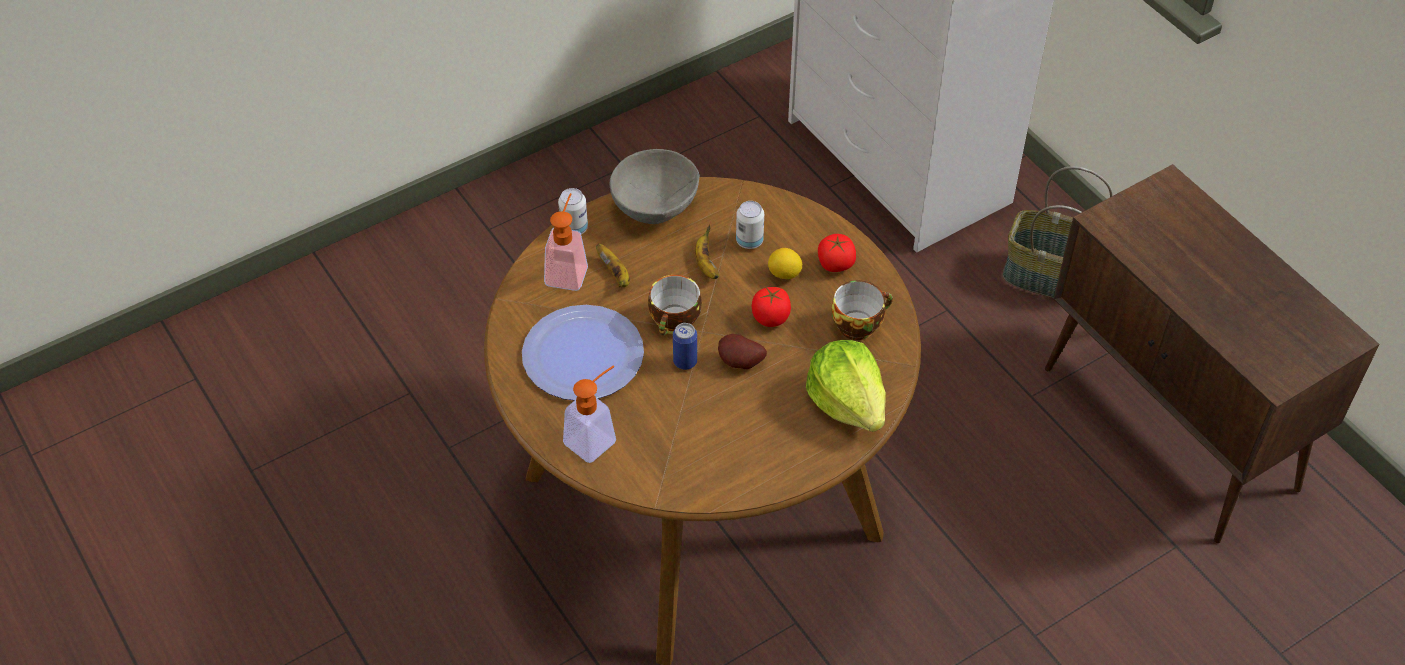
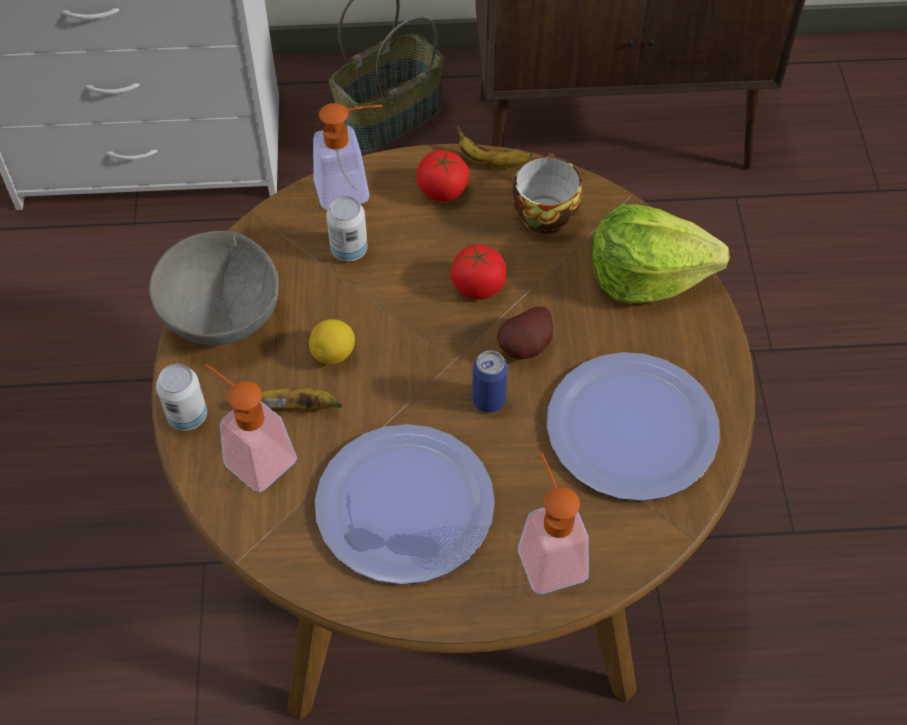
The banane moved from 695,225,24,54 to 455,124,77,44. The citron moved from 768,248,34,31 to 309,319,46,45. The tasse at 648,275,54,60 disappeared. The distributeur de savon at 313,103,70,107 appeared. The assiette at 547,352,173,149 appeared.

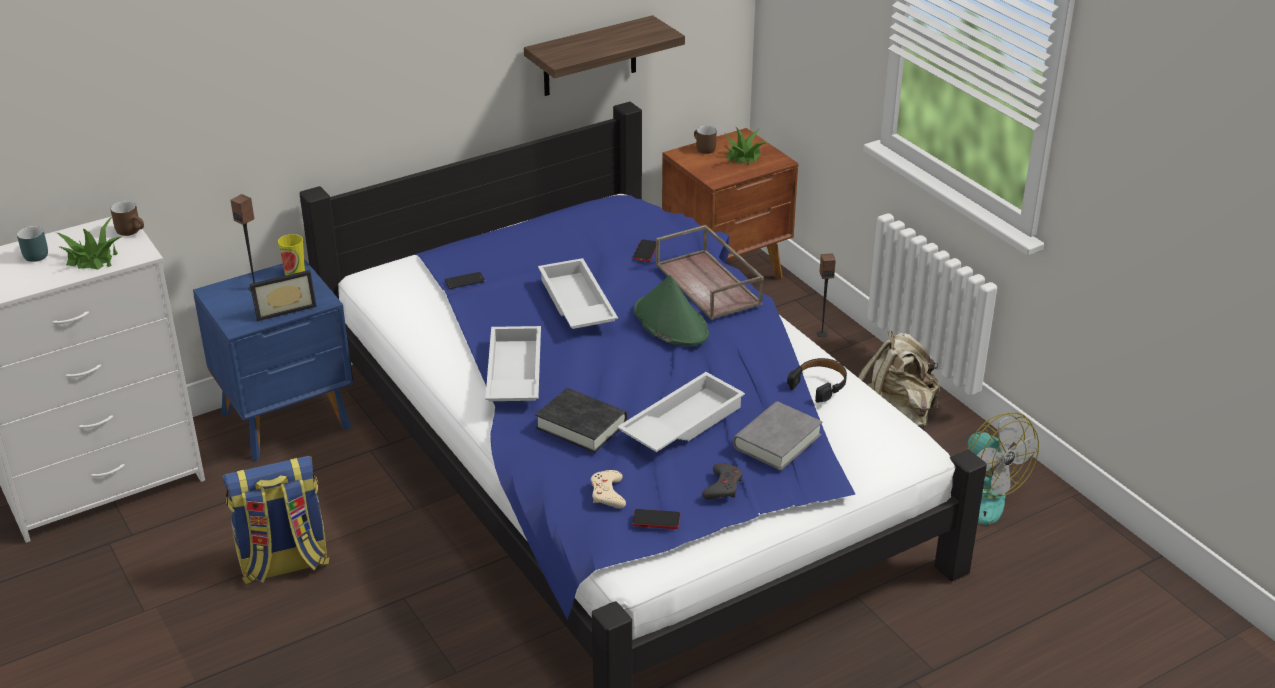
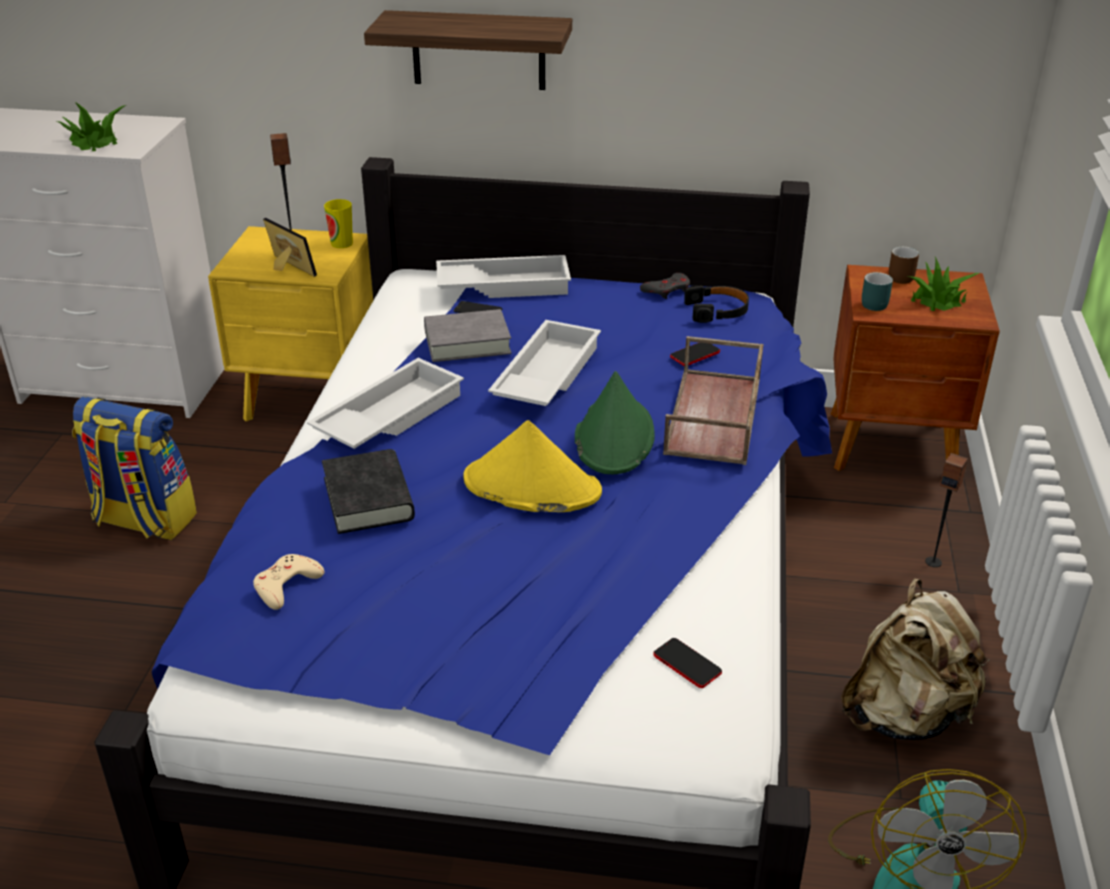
The étagère moved from 524,15,161,81 to 364,10,208,80. The mug [marron] at 110,201,34,35 disappeared. The mug [turquoise] moved from 17,226,31,36 to 862,272,31,39. The table de chevet [bleu] at 193,259,160,202 became the table de chevet [jaune] at 208,226,165,195. The cadre photo at 250,270,67,51 turned 150 degrees counterclockwise. The casque audio [noir] moved from 787,358,60,45 to 684,285,65,38. The plateau [blanc] moved from 617,372,128,80 to 436,255,135,43. The livre [gris] moved from 733,401,89,70 to 424,309,87,53. The manette [gris] moved from 702,463,41,36 to 640,273,50,26. The téléphone moved from 632,509,49,20 to 653,638,69,50. The chapeau [jaune] at 464,420,138,92 appeared.

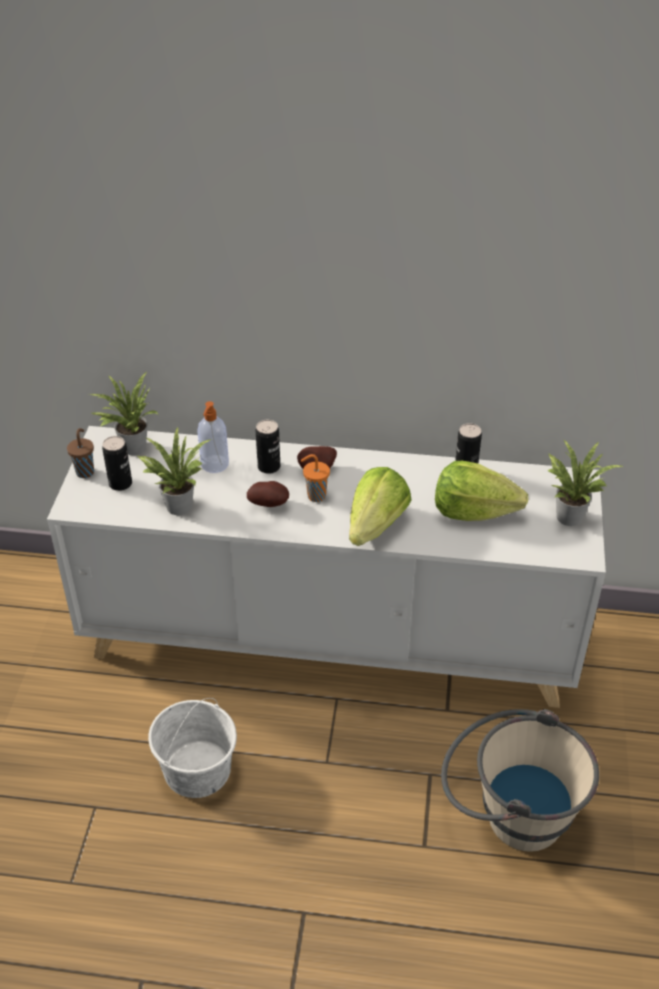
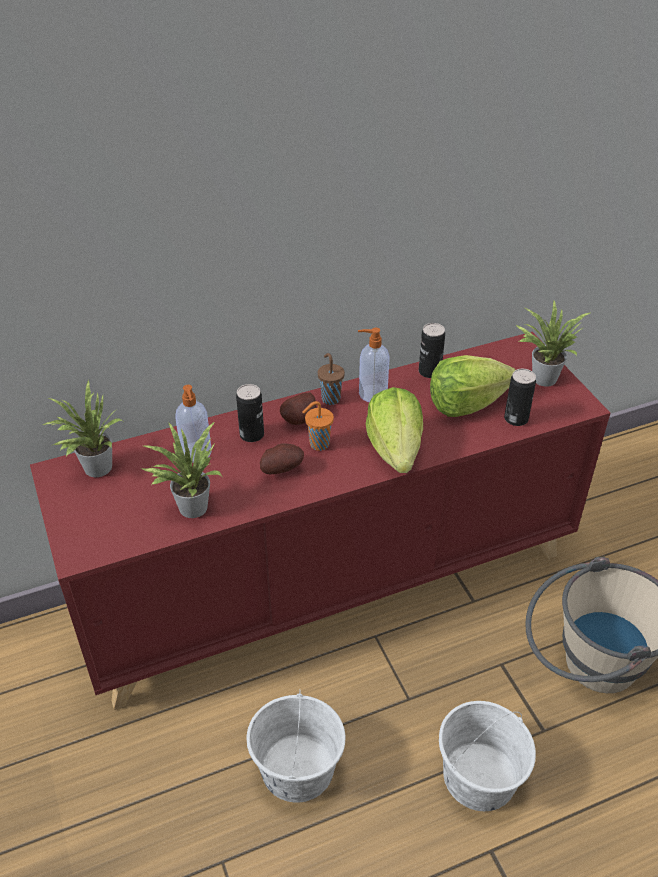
The meuble de rangement [blanc] at 47,426,559,282 became the meuble de rangement [rouge] at 30,332,581,378. The tasse [marron] moved from 67,428,27,50 to 318,353,27,52. The boîte métallique moved from 102,436,30,55 to 504,369,32,57. The distributeur de savon at 358,328,32,74 appeared. The seau [blanc] at 439,701,97,110 appeared.

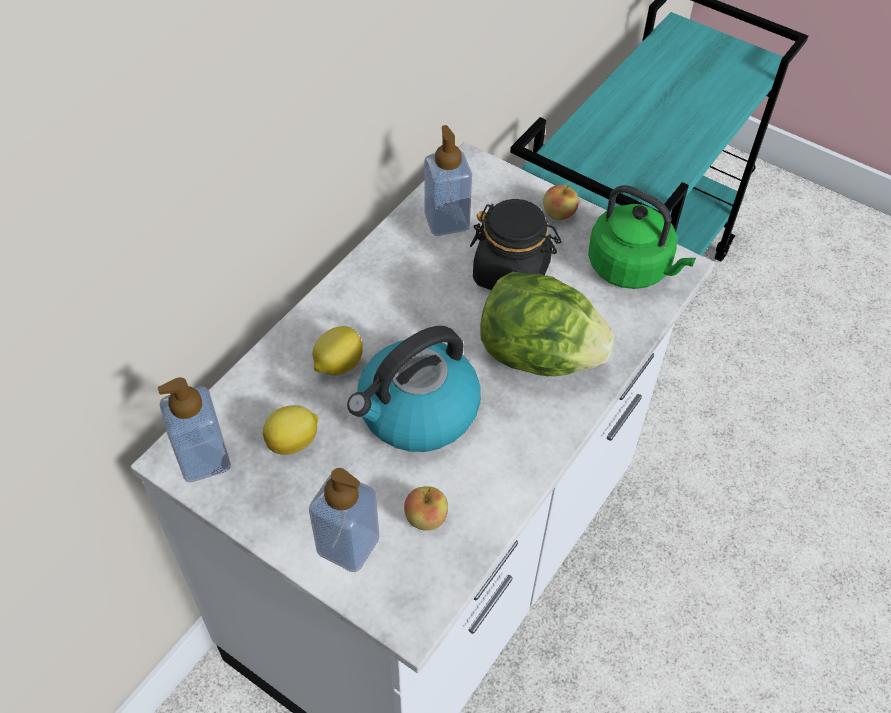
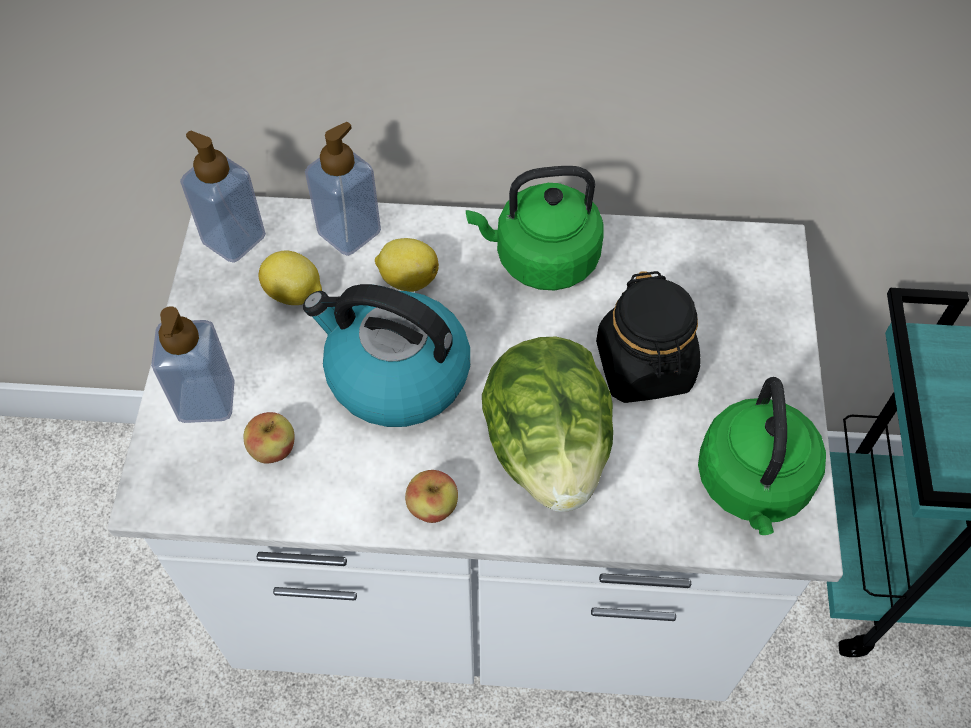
The distributeur de savon moved from 424,125,48,111 to 305,122,76,134. The pomme moved from 543,184,36,36 to 405,470,53,53. The bouilloire [vert] at 466,166,138,124 appeared.

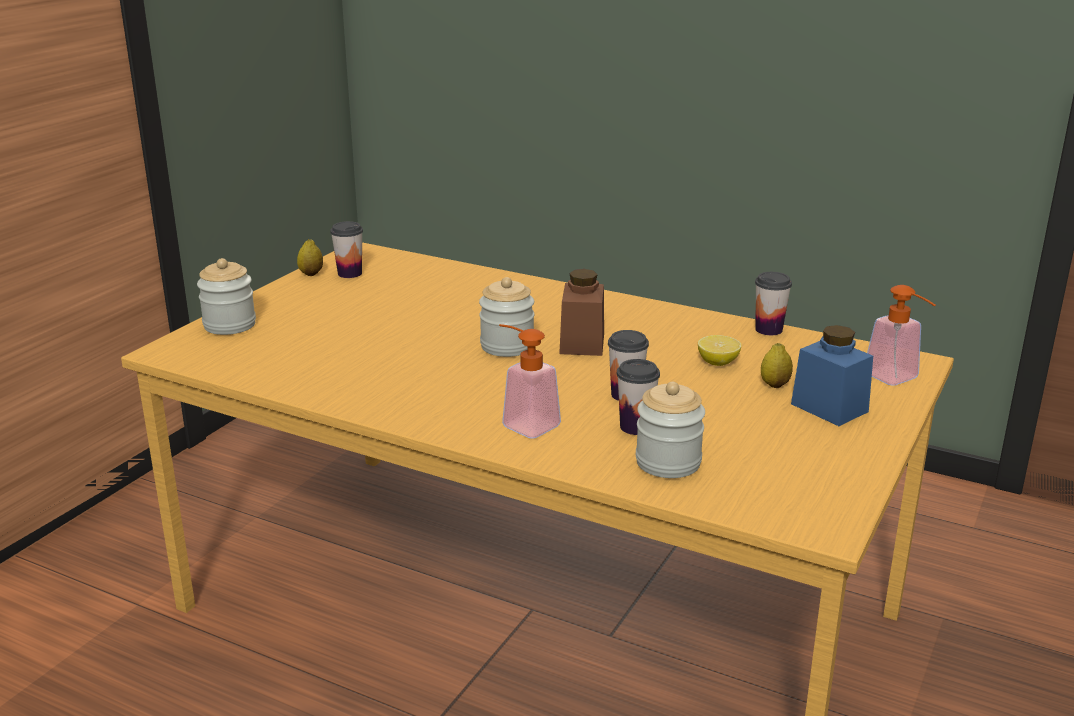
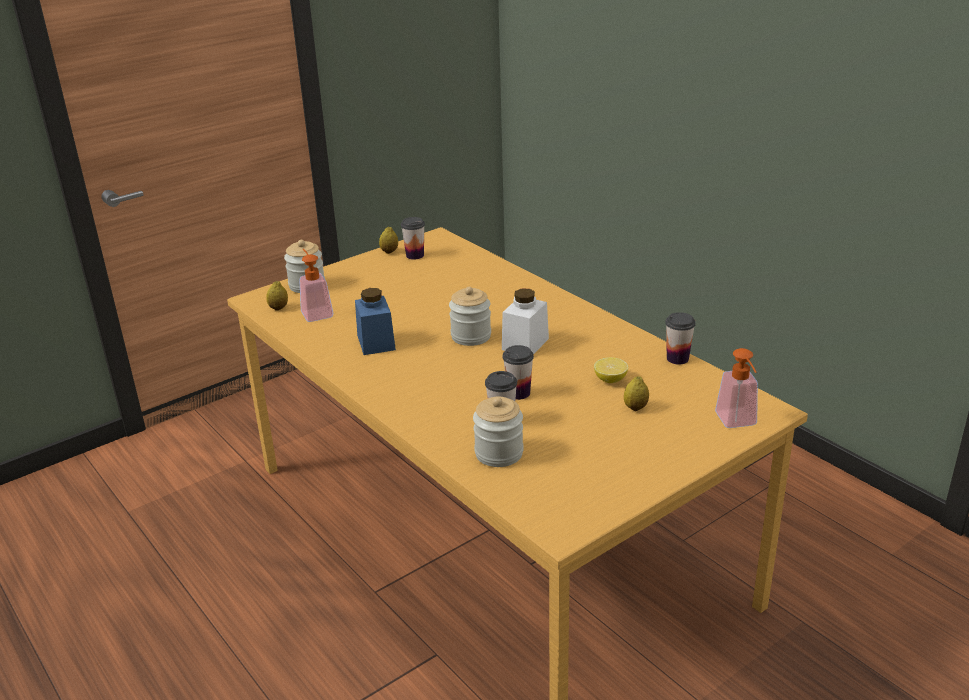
The bocal [marron] at 559,269,45,87 became the bocal [blanc] at 502,289,47,65. The distributeur de savon moved from 499,324,62,115 to 299,249,35,73. The bocal [bleu] moved from 791,325,82,101 to 355,288,41,67. The citron at 266,281,22,30 appeared.

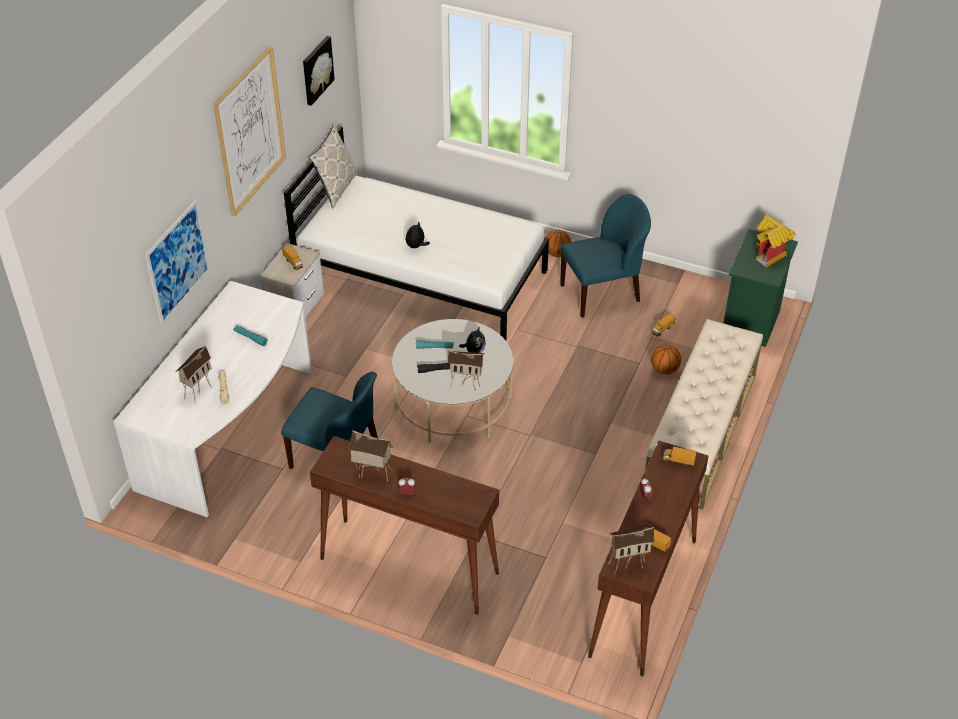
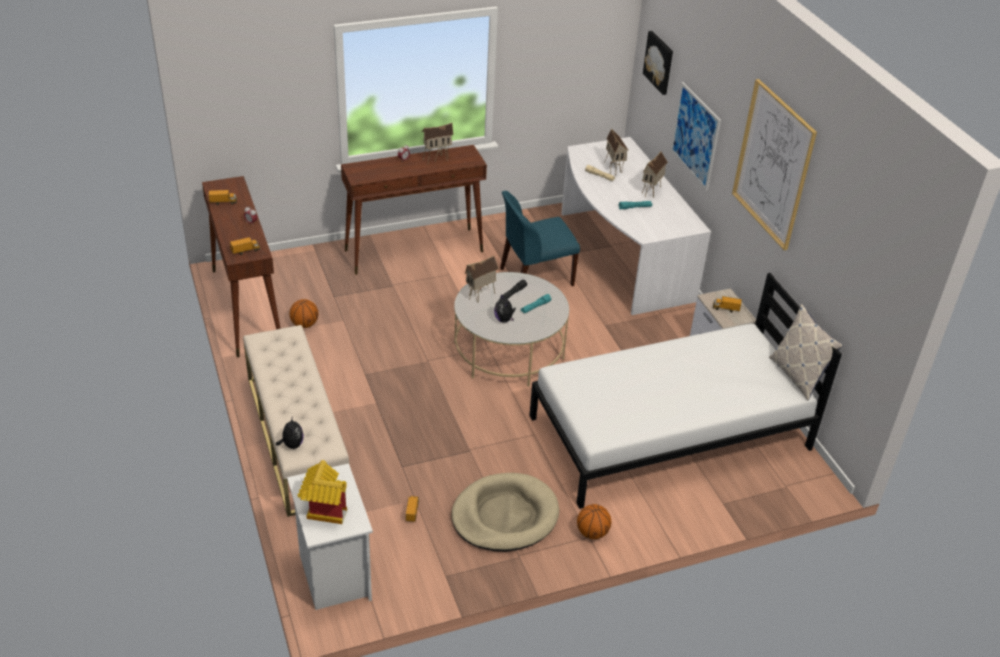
The tableau moved from 303,36,32,70 to 643,31,30,64. The chaise [bleu] at 560,194,91,124 was replaced by the panier pour chien [beige] at 451,473,108,79. The peluche moved from 406,222,24,26 to 276,416,28,33. The table de chevet [vert] at 724,229,74,118 became the table de chevet [blanc] at 287,464,86,146. The ballon de basket moved from 651,344,30,31 to 290,299,28,29. The maison miniature moved from 608,524,46,51 to 642,152,26,45.

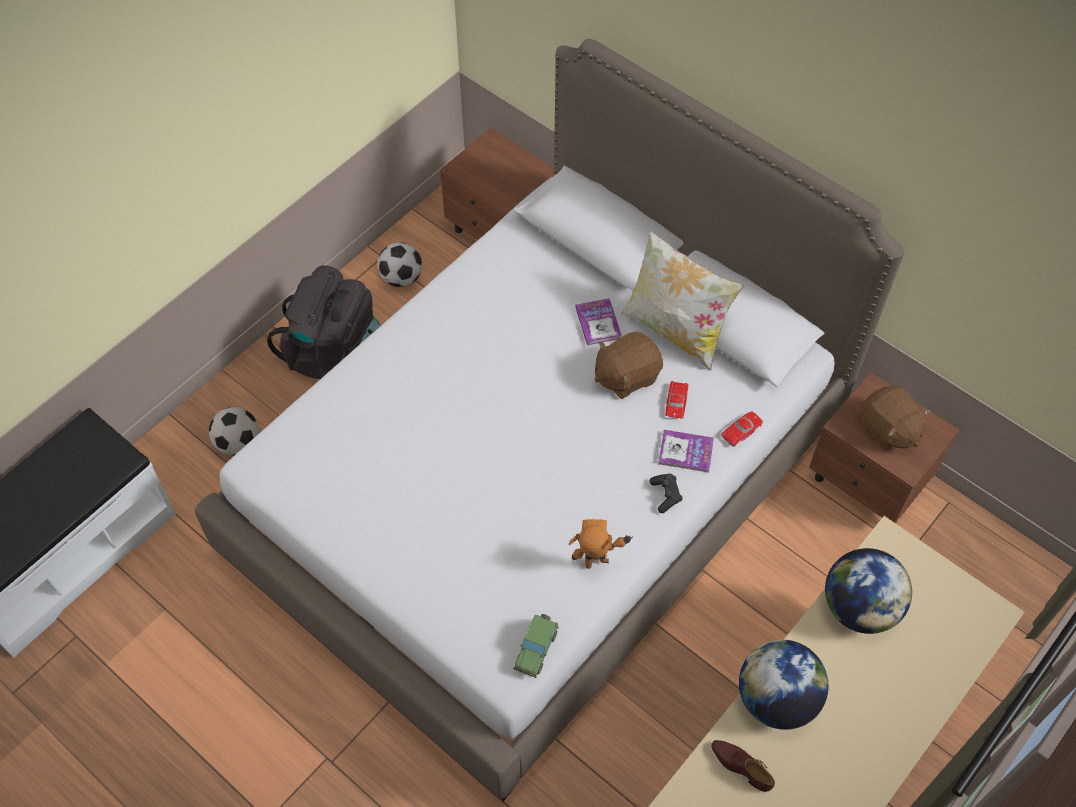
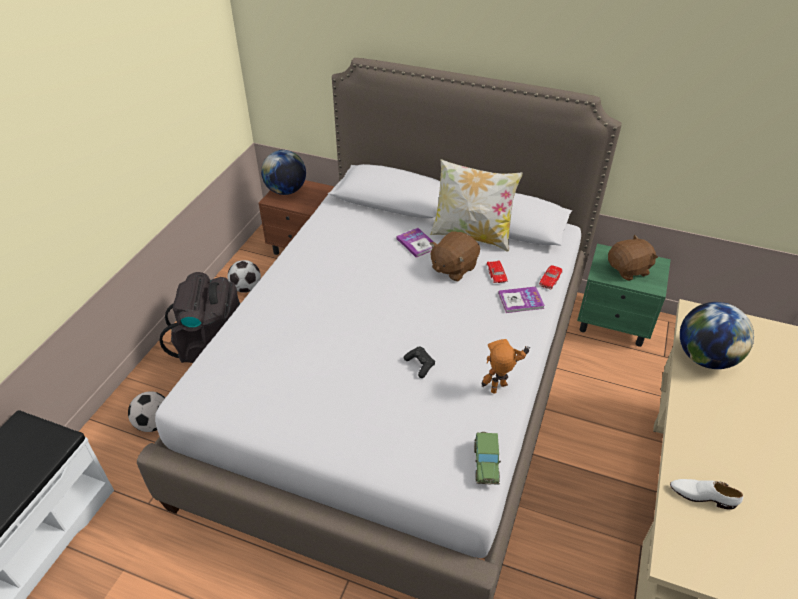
The table de chevet [marron] at 809,373,150,150 became the table de chevet [vert] at 577,244,94,103. The peluche [marron] at 861,386,70,66 turned 60 degrees counterclockwise. The manette [noir] moved from 650,474,33,39 to 404,347,31,31. The globe moved from 739,640,89,90 to 261,150,45,45. The chaussure [marron] at 711,740,64,52 became the chaussure [blanc] at 670,479,73,31.

